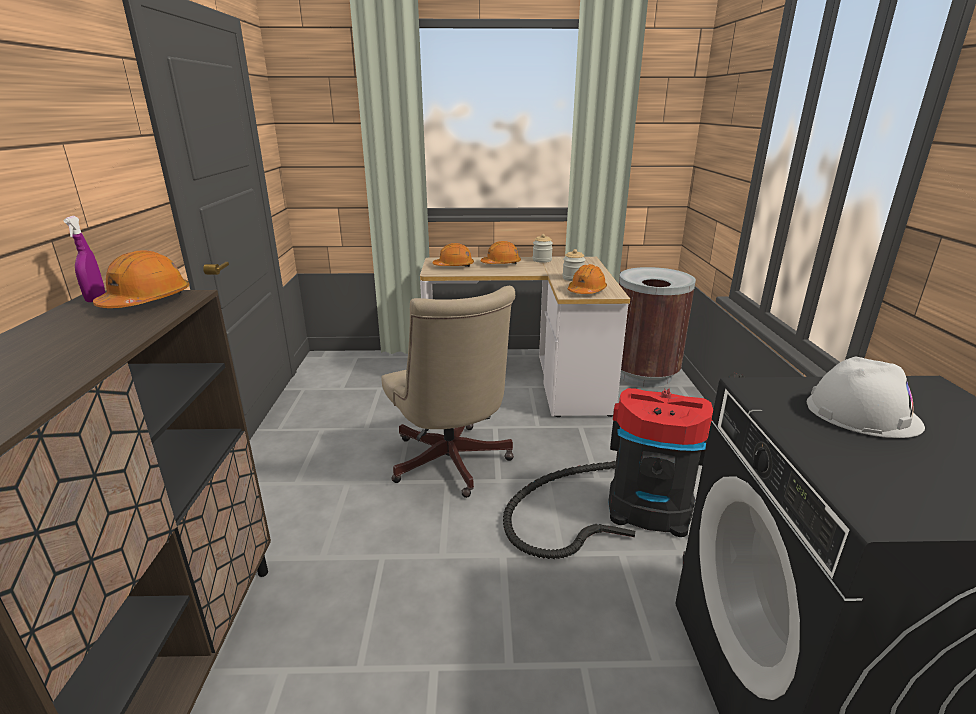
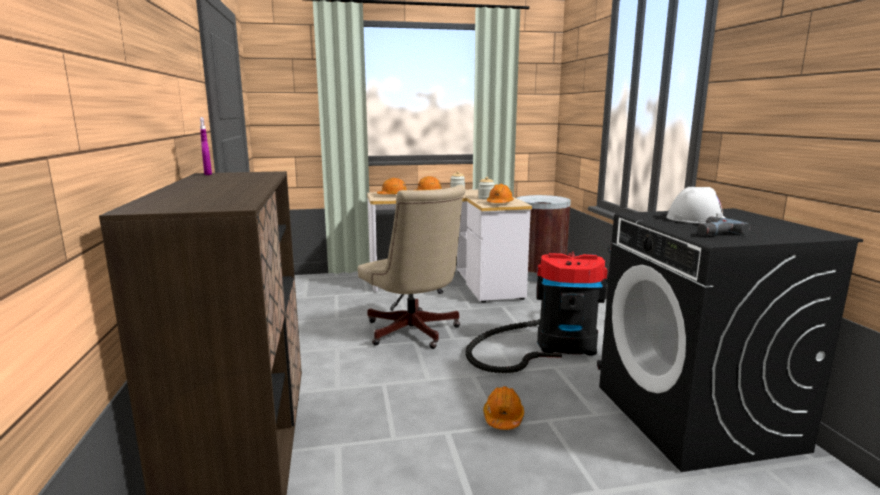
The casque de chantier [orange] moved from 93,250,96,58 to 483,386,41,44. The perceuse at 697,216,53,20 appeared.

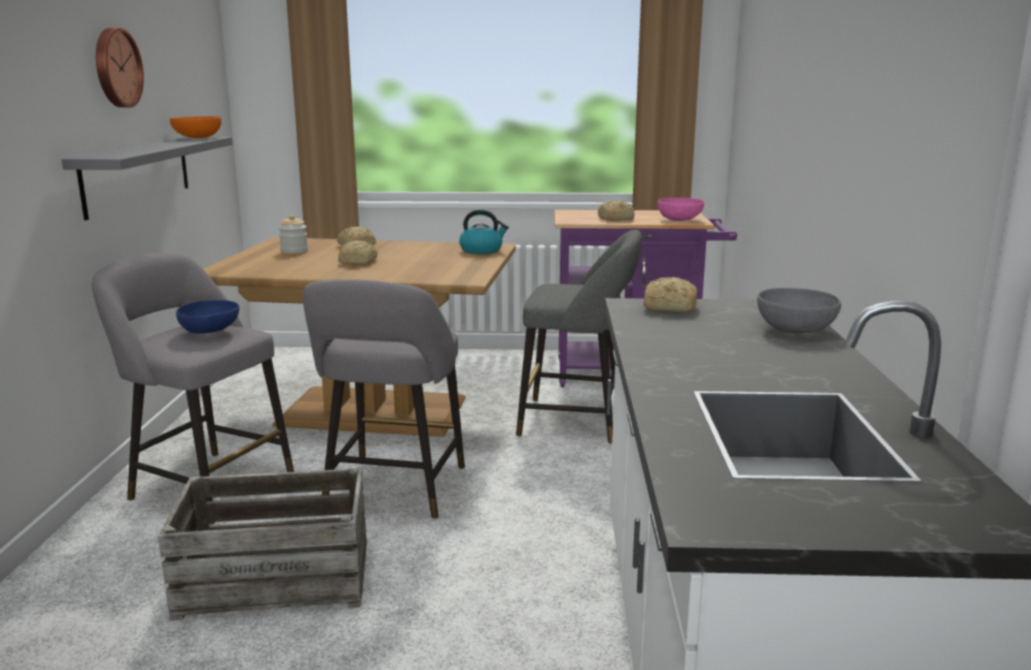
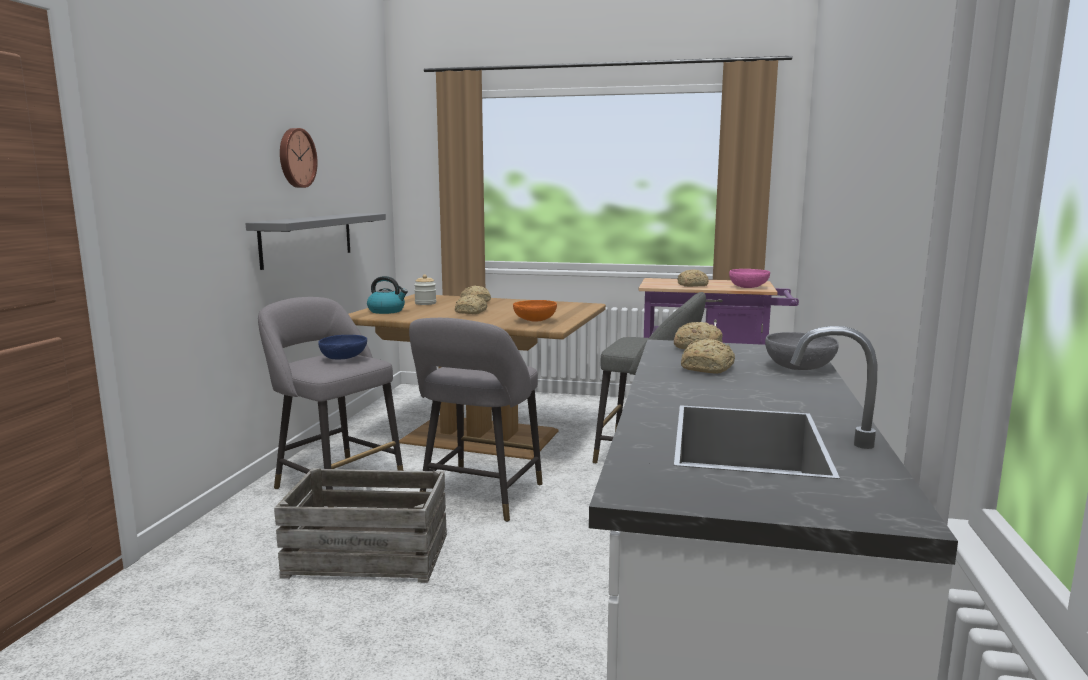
The bol [orange] moved from 170,116,52,22 to 513,300,44,21. The bouilloire moved from 459,209,50,45 to 367,276,41,38. The pain at 681,339,54,35 appeared.

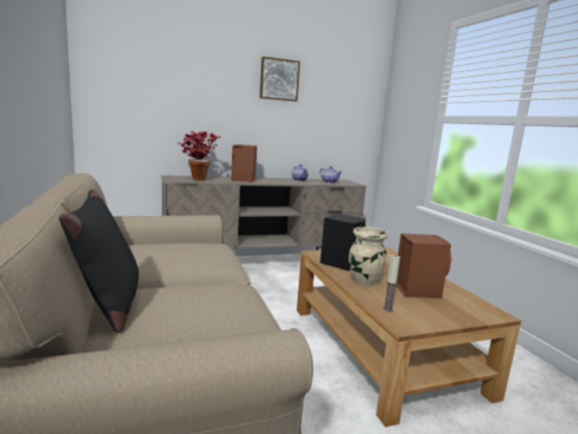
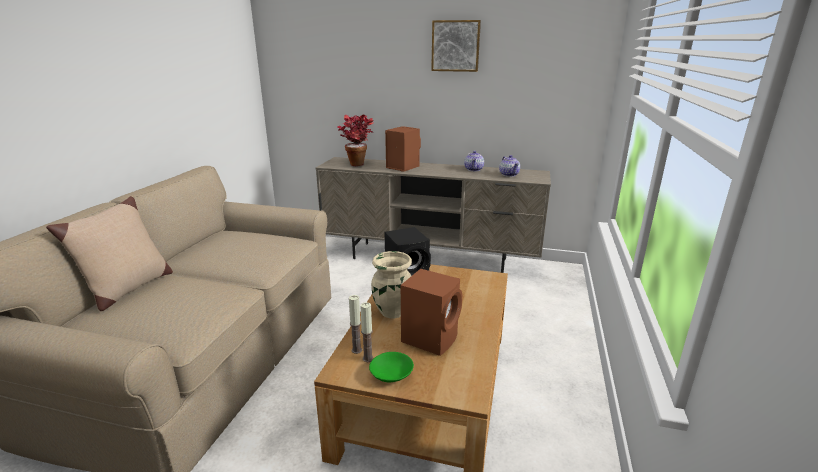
The coussin [noir] at 59,189,80,144 became the coussin [beige] at 46,196,127,115. The bougie at 361,302,13,60 appeared. The bol [vert] at 369,352,45,30 appeared.

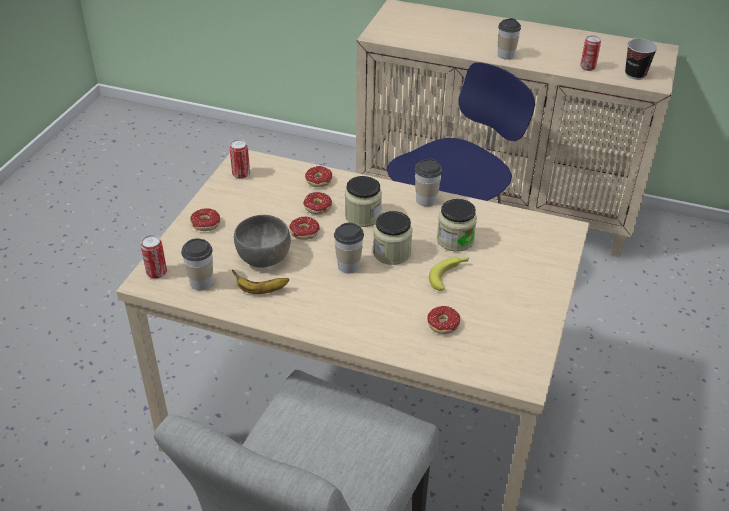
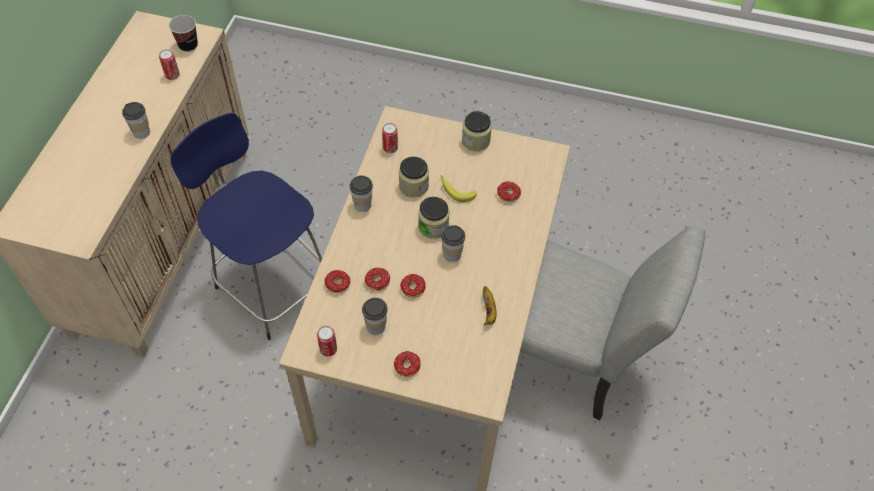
The bocal moved from 345,176,37,51 to 462,111,30,40. The bol [gris] at 234,215,57,53 disappeared. The boîte métallique moved from 141,235,26,44 to 382,123,16,30. The tasse moved from 181,238,32,52 to 362,298,26,37.

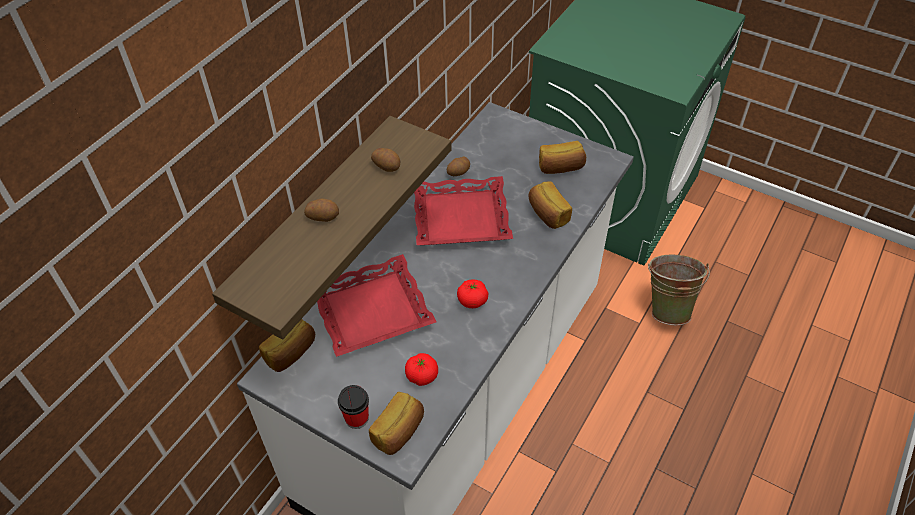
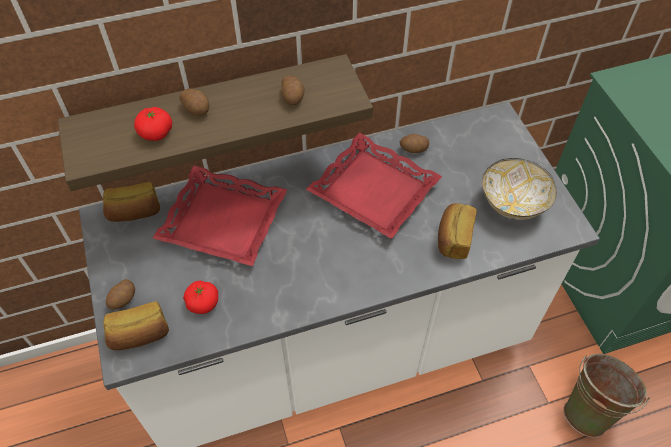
The pain at 539,141,47,33 was replaced by the bol at 482,158,75,62. The tomate moved from 457,279,31,29 to 134,107,38,34. The tasse at 338,385,31,44 was replaced by the pomme de terre at 106,279,29,31.

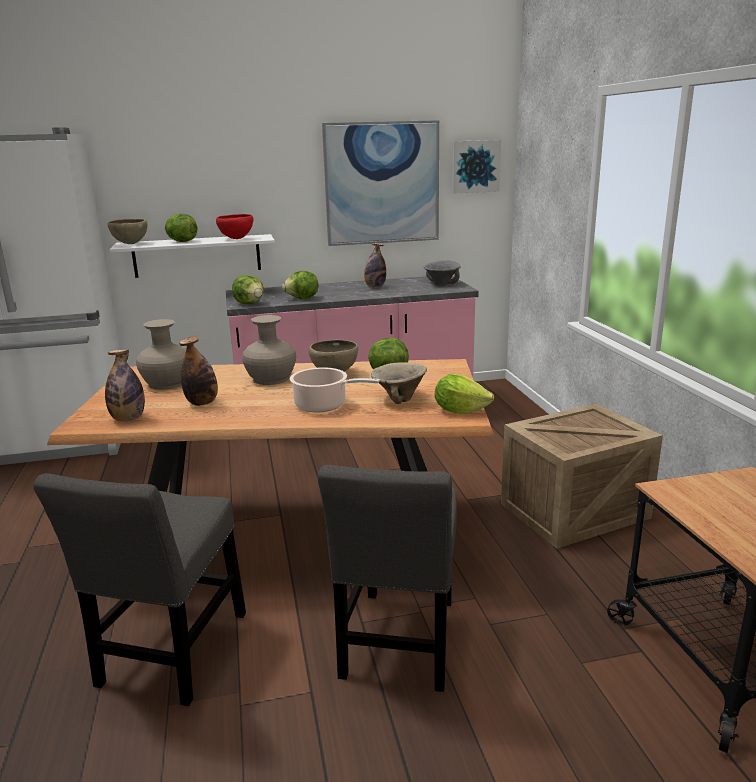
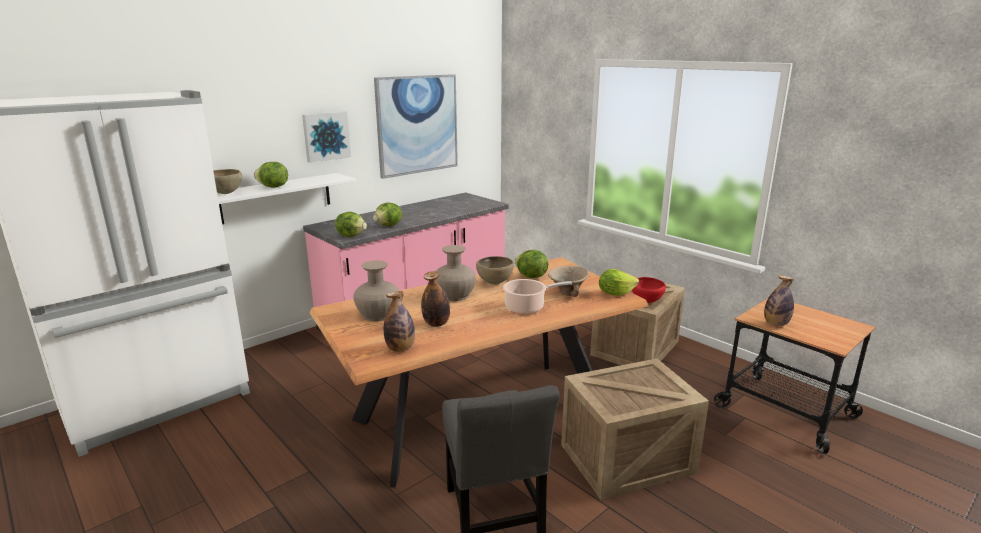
The tableau moved from 452,140,49,54 to 302,111,49,52. The bol [rouge] moved from 216,214,37,25 to 632,277,34,26. The bouteille moved from 364,243,22,45 to 764,276,30,50. The bol [gris] at 424,260,36,26 disappeared. The chaise [gris] at 318,465,139,227 was replaced by the caisse at 561,359,148,141.

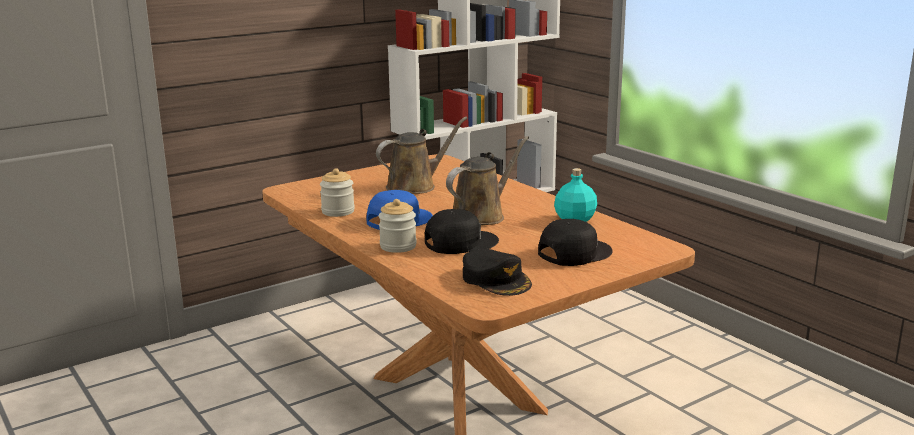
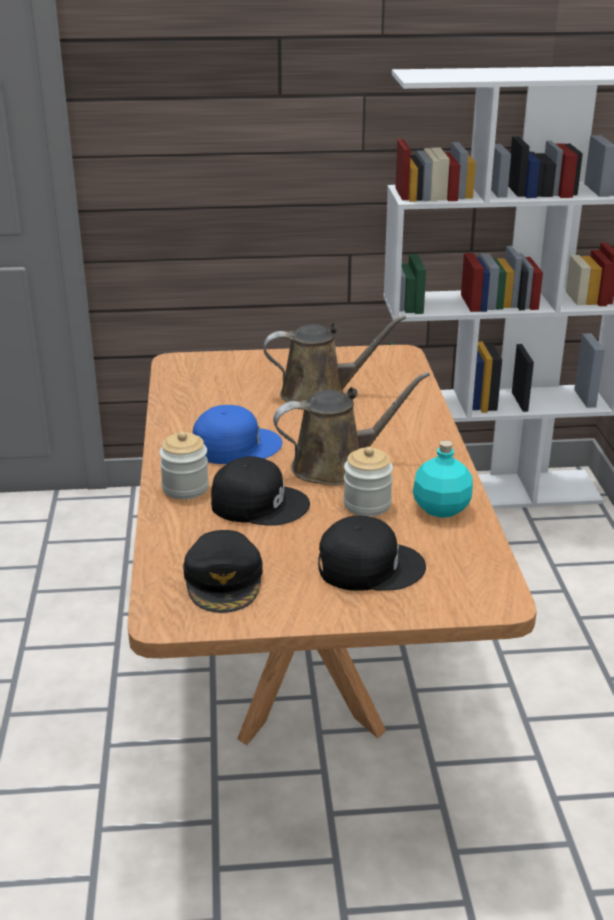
The bocal moved from 320,168,35,49 to 343,447,50,69.

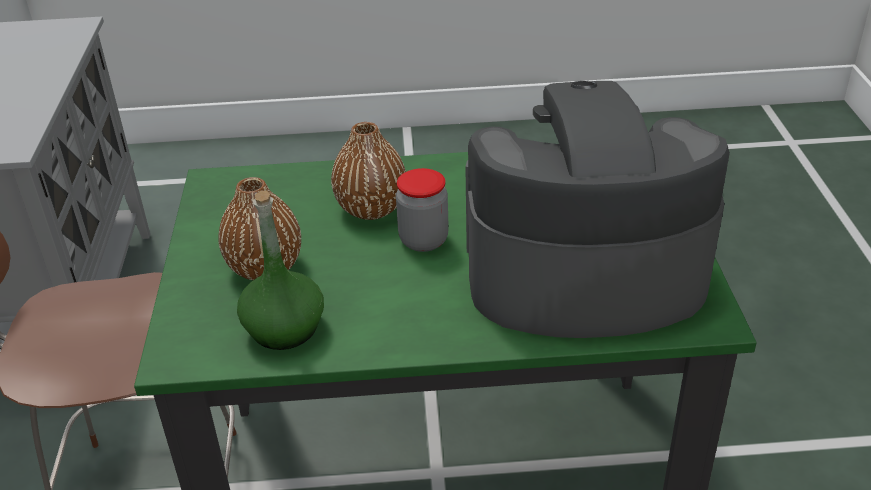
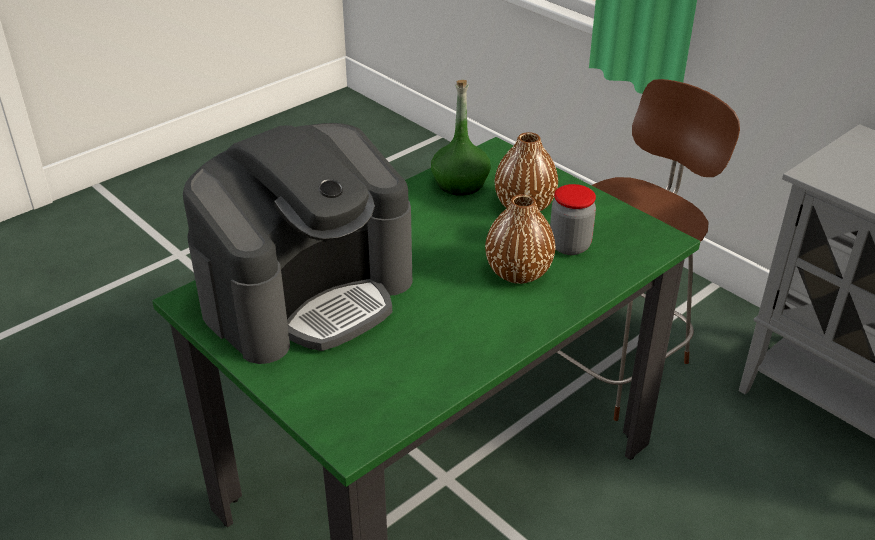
The bocal moved from 396,168,53,84 to 550,184,46,71.

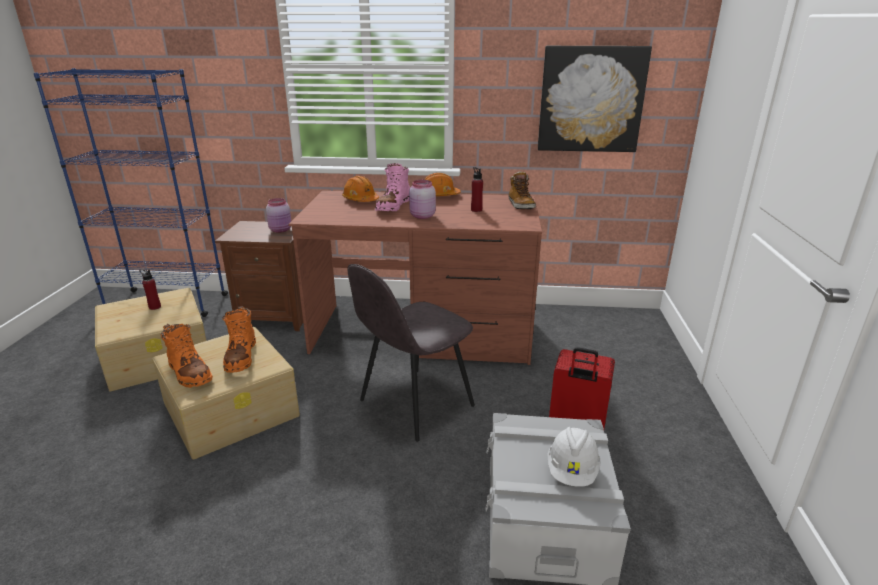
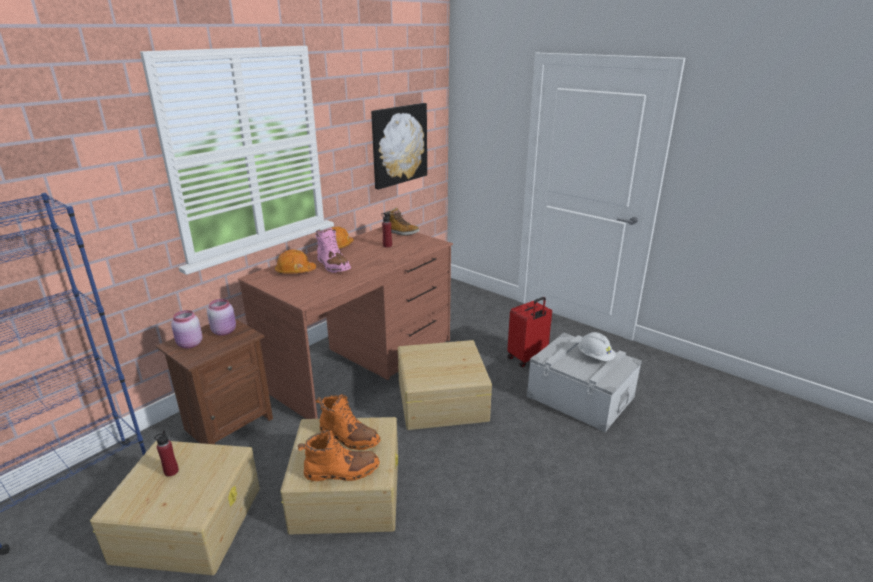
The bocal [rose] moved from 409,180,27,39 to 171,310,31,38. The chaise [gris] at 347,264,128,178 was replaced by the boîte de rangement [beige] at 398,340,94,90.

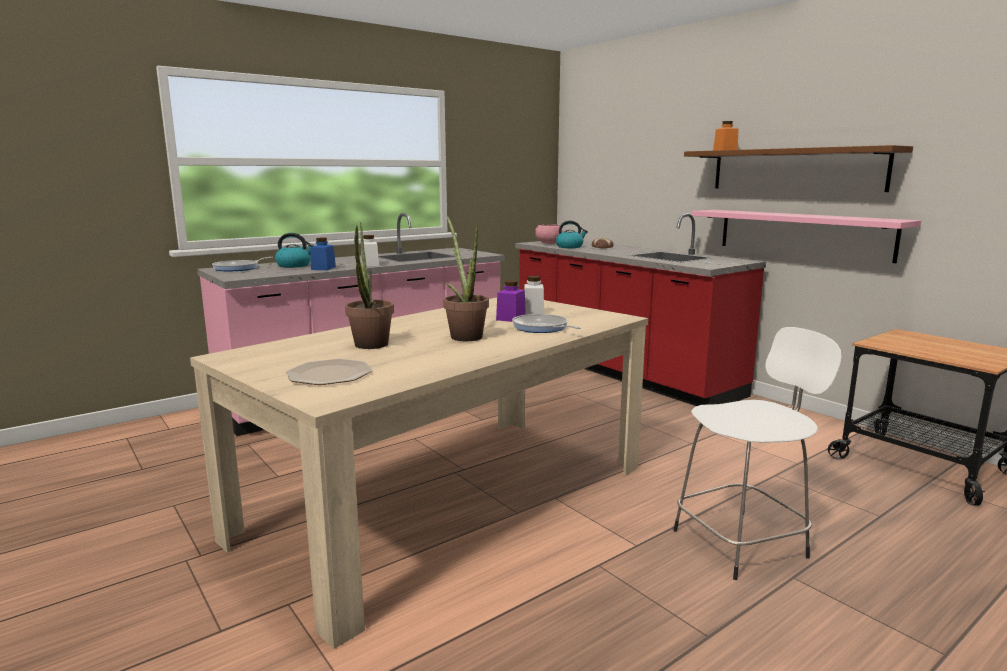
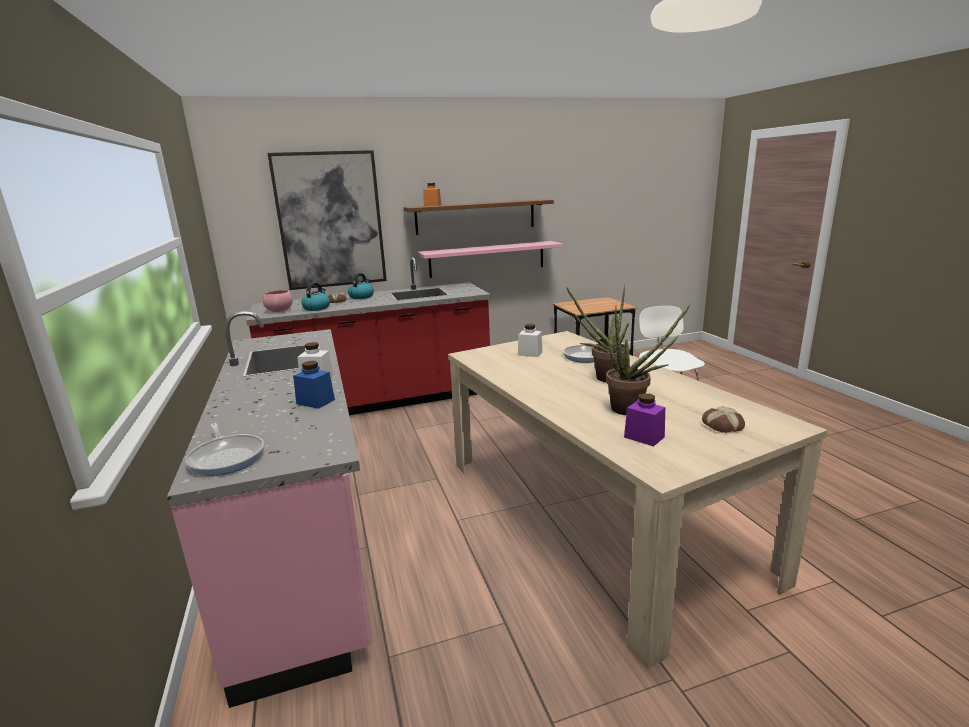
The bouilloire moved from 275,233,39,35 to 348,273,26,26. The bocal [violet] moved from 496,280,30,42 to 624,393,41,54. The assiette at 286,359,86,26 was replaced by the pain at 702,406,43,27. The tableau at 267,150,120,140 appeared.

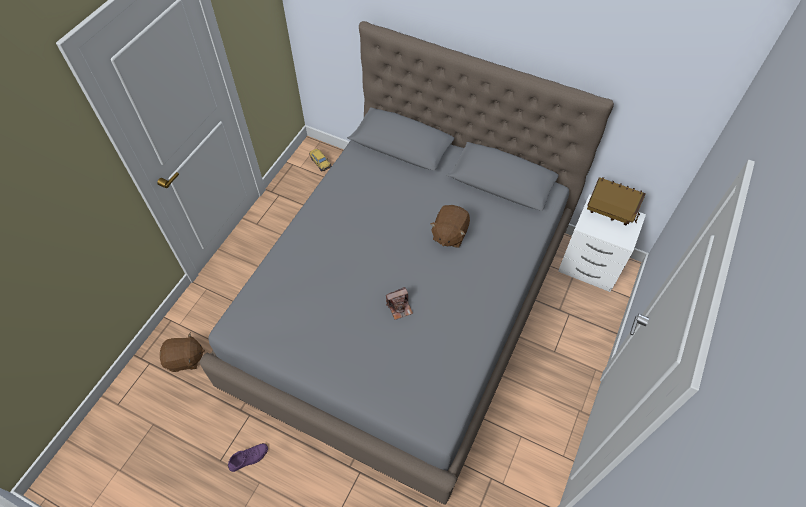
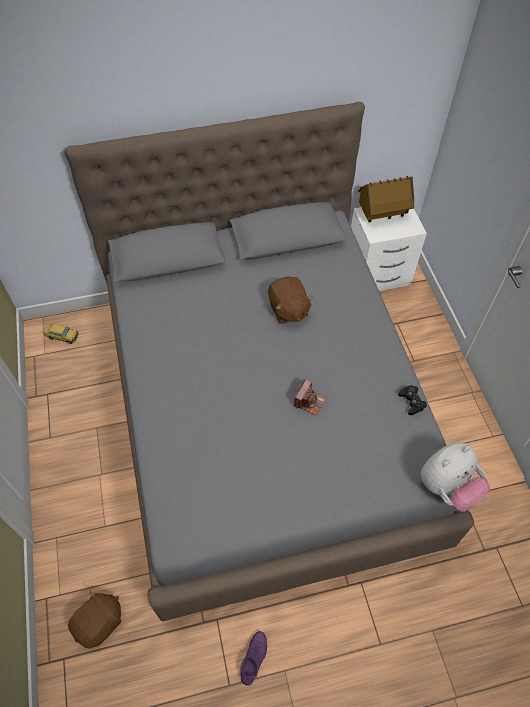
The manette [noir] at 398,385,29,30 appeared. The peluche at 421,442,69,70 appeared.

